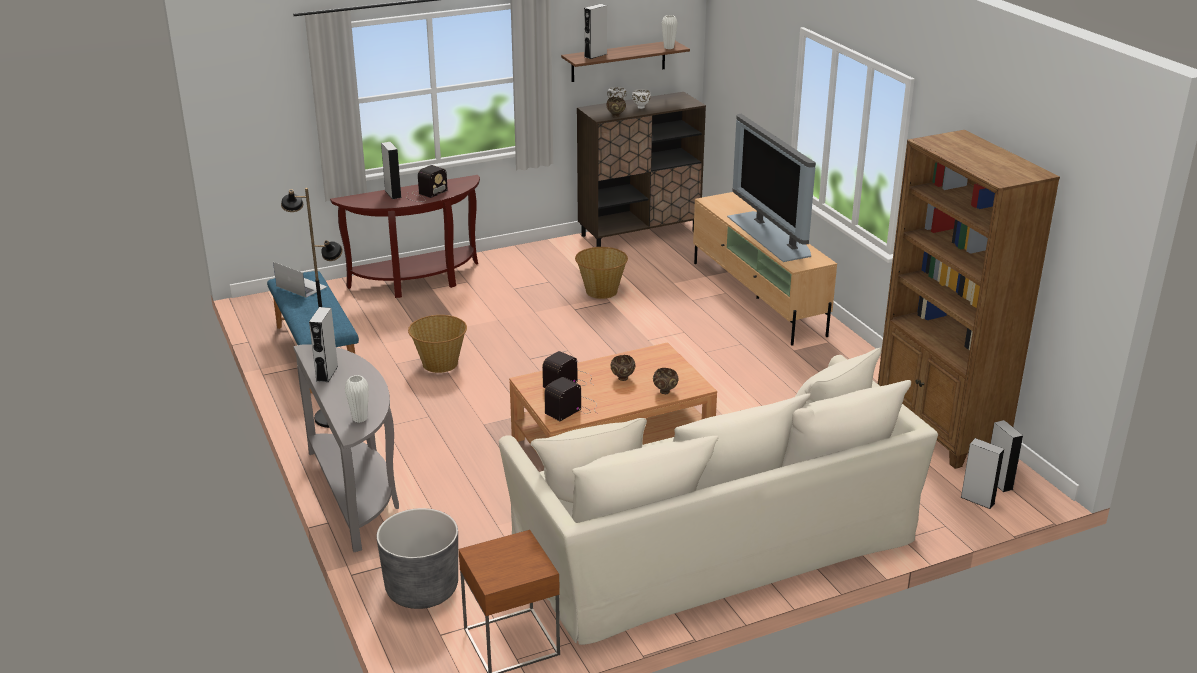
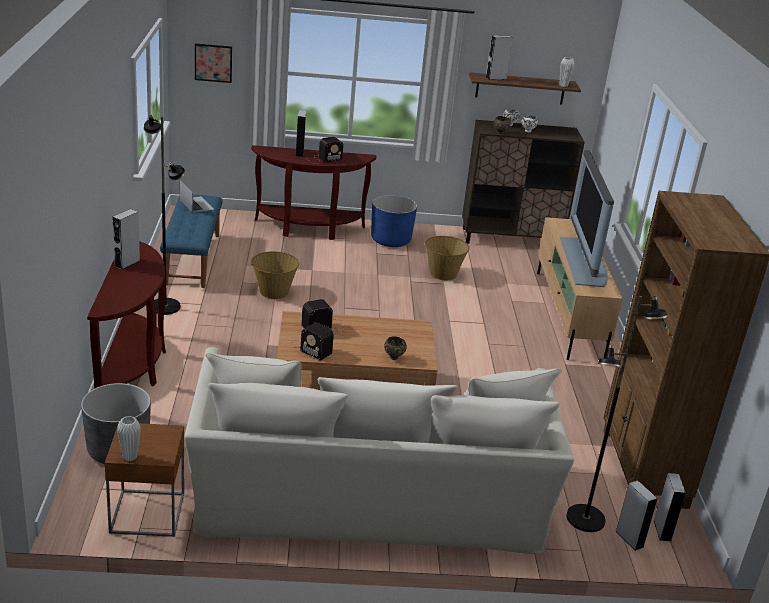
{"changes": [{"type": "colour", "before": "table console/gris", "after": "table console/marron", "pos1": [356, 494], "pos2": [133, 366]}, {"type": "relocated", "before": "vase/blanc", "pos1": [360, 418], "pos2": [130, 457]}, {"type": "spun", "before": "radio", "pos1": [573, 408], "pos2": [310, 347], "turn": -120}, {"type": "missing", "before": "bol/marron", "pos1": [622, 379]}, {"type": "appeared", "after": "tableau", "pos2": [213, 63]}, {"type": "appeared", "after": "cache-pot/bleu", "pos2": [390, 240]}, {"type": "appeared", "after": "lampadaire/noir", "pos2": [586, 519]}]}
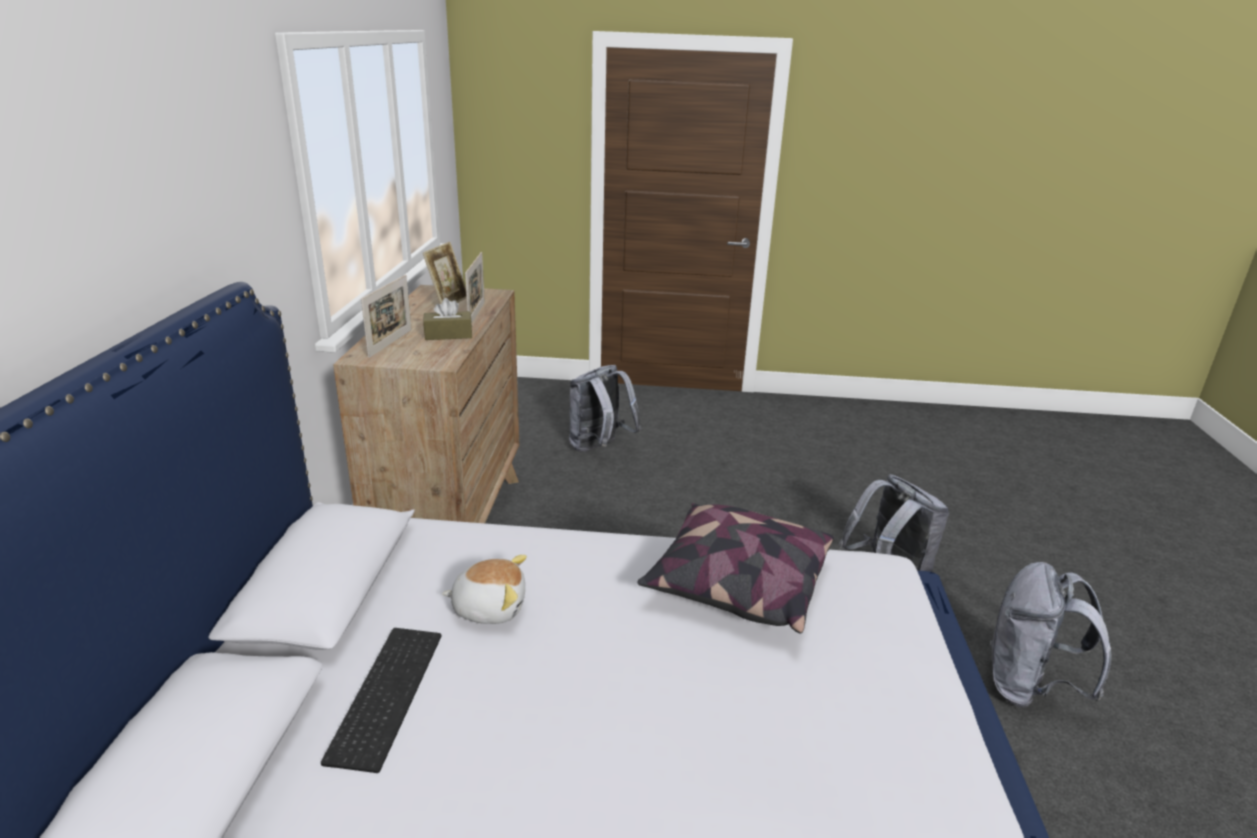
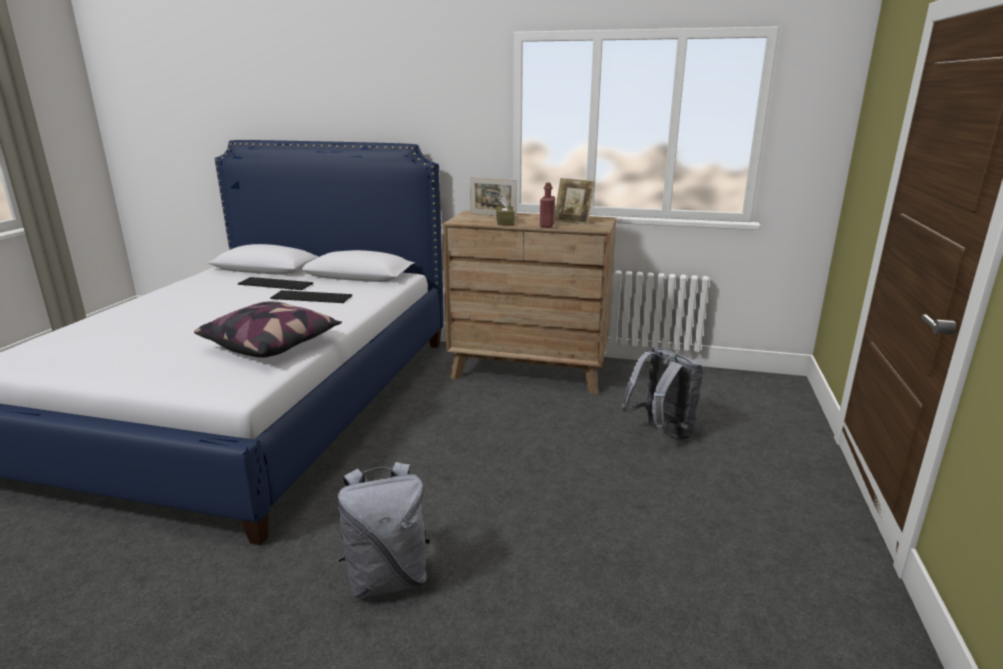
{"changes": [{"type": "exchanged", "before": "peluche", "after": "clavier", "pos1": [489, 607], "pos2": [313, 297]}, {"type": "exchanged", "before": "cadre photo", "after": "bouteille/rouge", "pos1": [476, 314], "pos2": [547, 225]}, {"type": "missing", "before": "sac à dos/gris", "pos1": [1028, 687]}]}
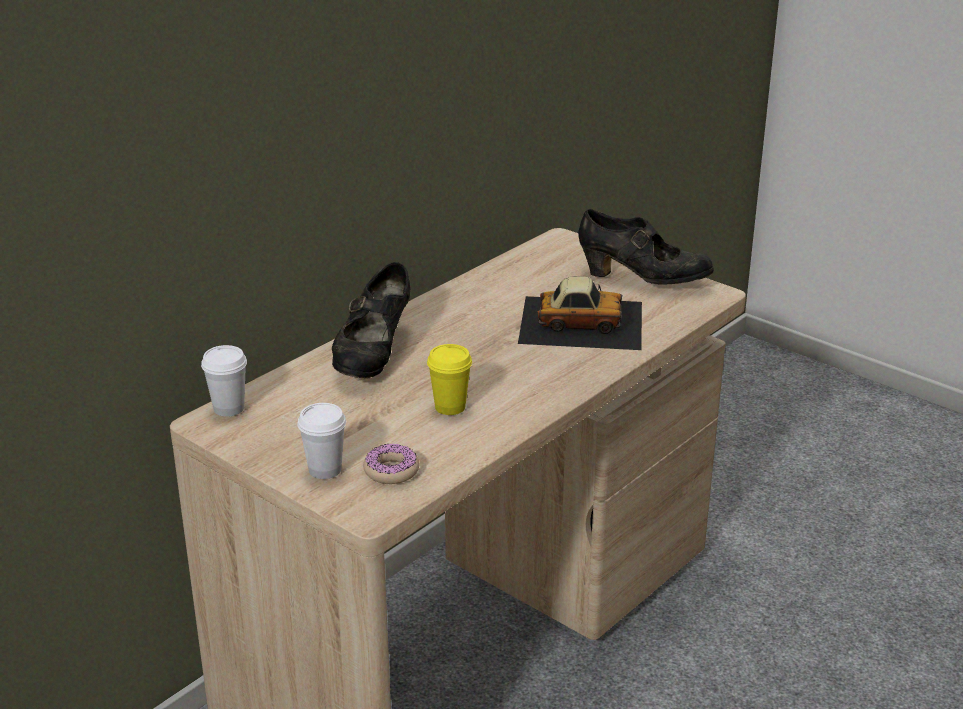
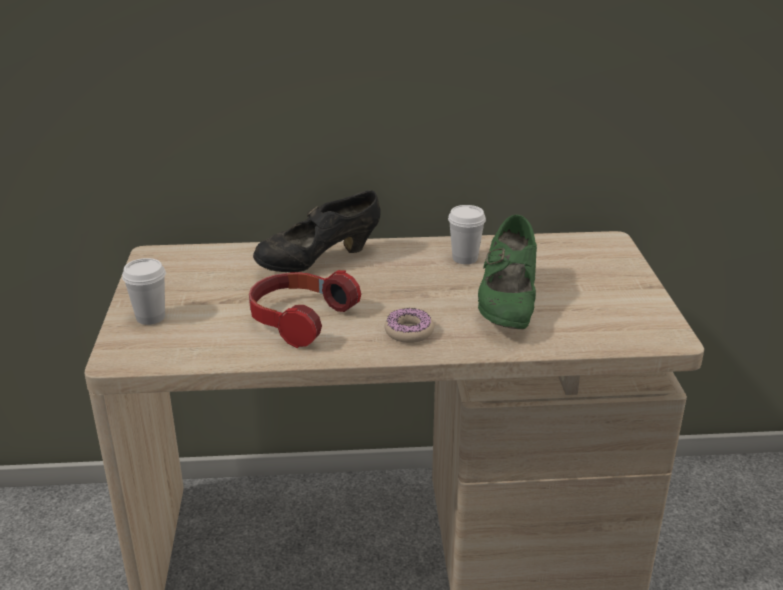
{"changes": [{"type": "relocated", "before": "tasse/blanc", "pos1": [229, 408], "pos2": [465, 258]}, {"type": "relocated", "before": "beignet", "pos1": [391, 471], "pos2": [409, 332]}, {"type": "exchanged", "before": "tasse/jaune", "after": "casque audio", "pos1": [450, 407], "pos2": [298, 319]}, {"type": "exchanged", "before": "petite voiture", "after": "chaussure/vert", "pos1": [580, 322], "pos2": [507, 306]}, {"type": "missing", "before": "chaussure/noir", "pos1": [643, 280]}]}
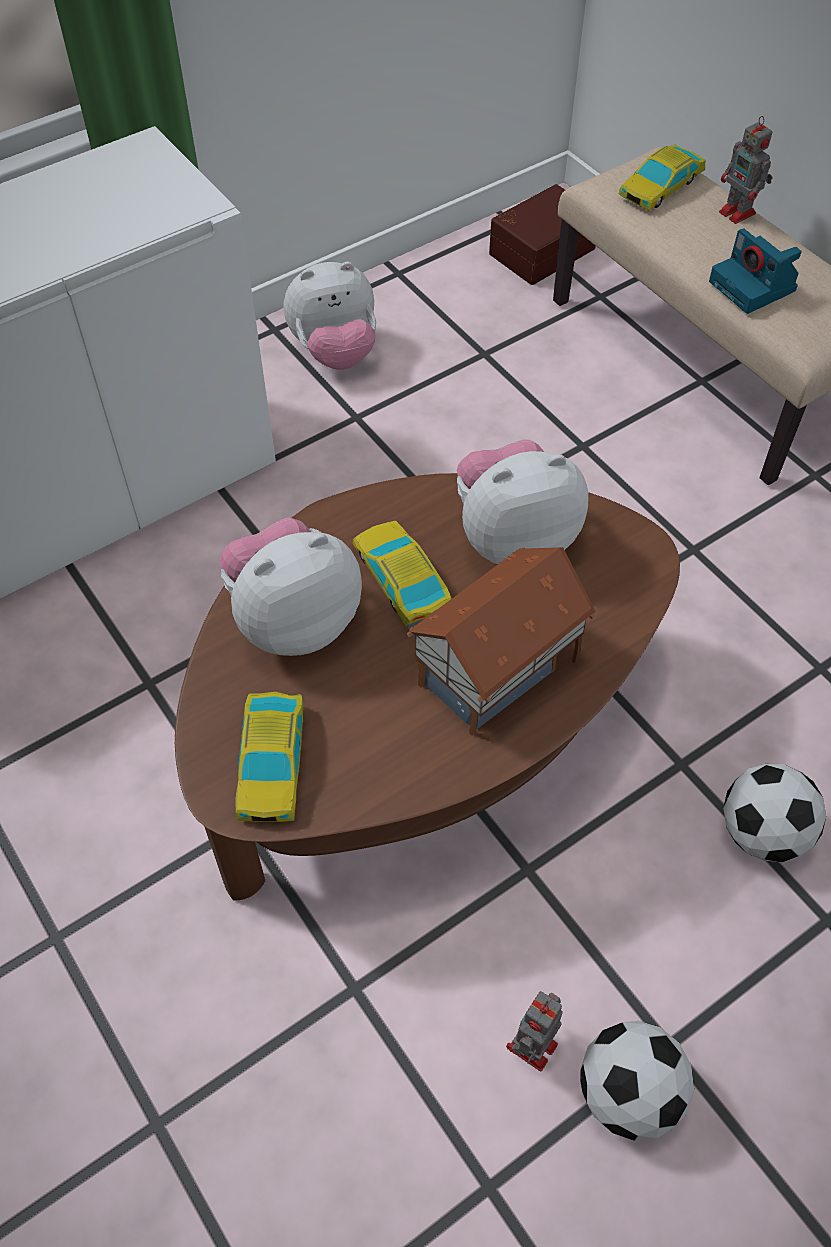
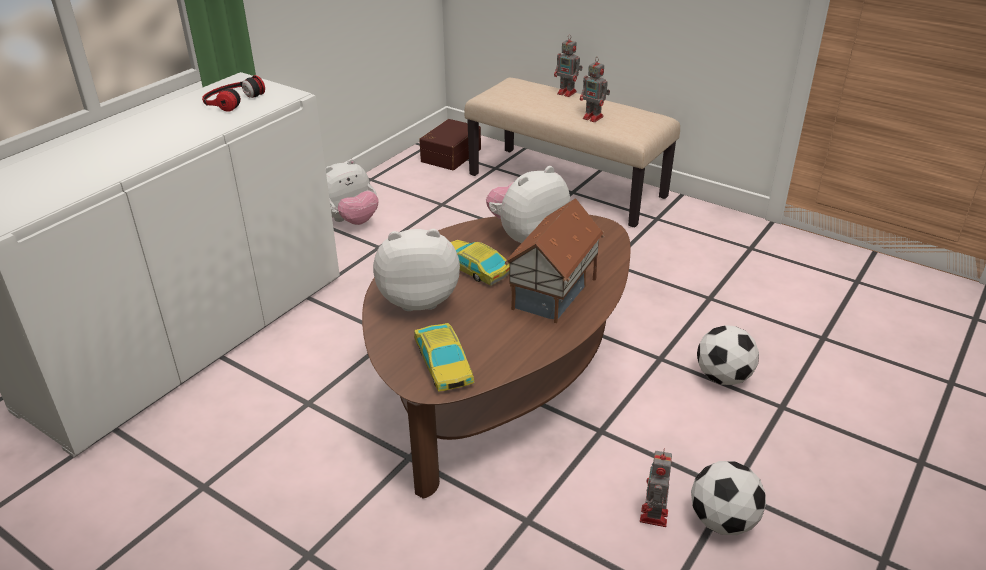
{"changes": [{"type": "spun", "before": "peluche", "pos1": [293, 620], "pos2": [418, 299], "turn": 45}, {"type": "missing", "before": "petite voiture", "pos1": [661, 186]}, {"type": "exchanged", "before": "appareil photo", "after": "robot jouet", "pos1": [754, 287], "pos2": [594, 118]}, {"type": "appeared", "after": "casque audio", "pos2": [231, 100]}]}
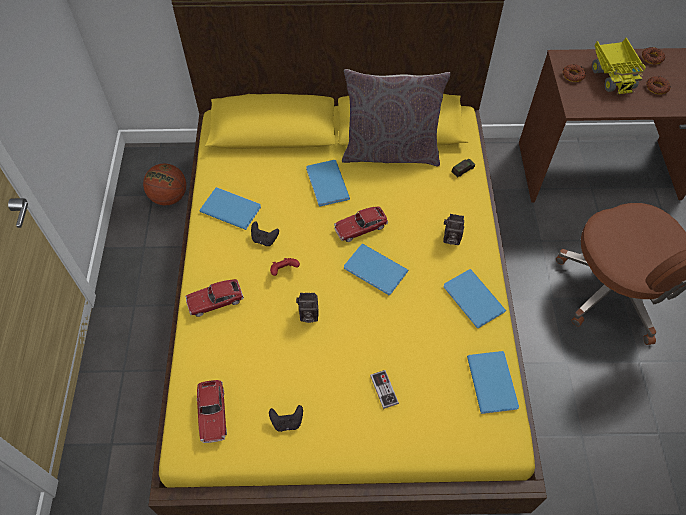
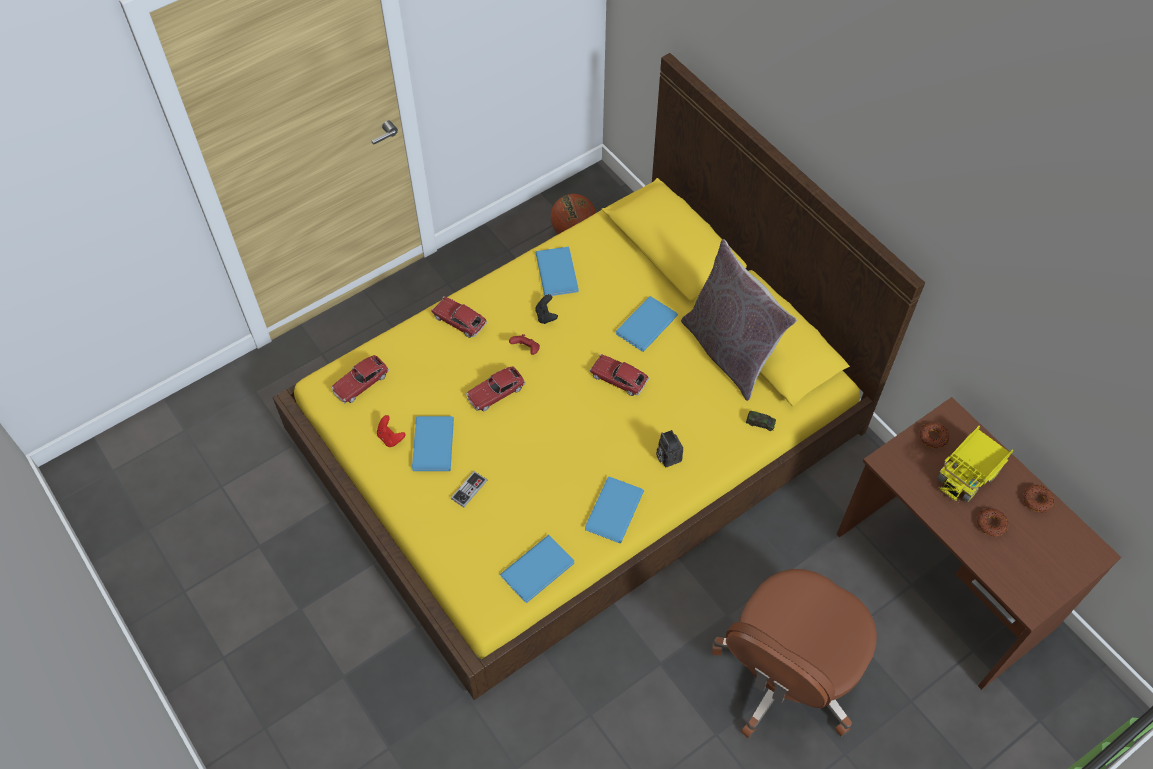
{"changes": [{"type": "colour", "before": "manette/noir", "after": "manette/rouge", "pos1": [287, 422], "pos2": [390, 437]}, {"type": "exchanged", "before": "appareil photo", "after": "petite voiture", "pos1": [308, 315], "pos2": [496, 393]}, {"type": "relocated", "before": "livre/bleu", "pos1": [376, 271], "pos2": [431, 446]}]}
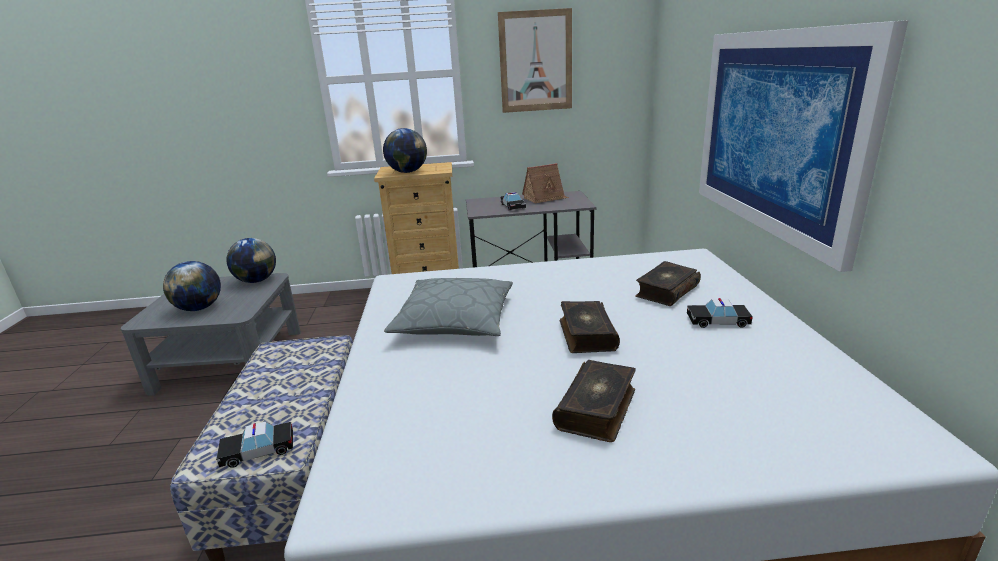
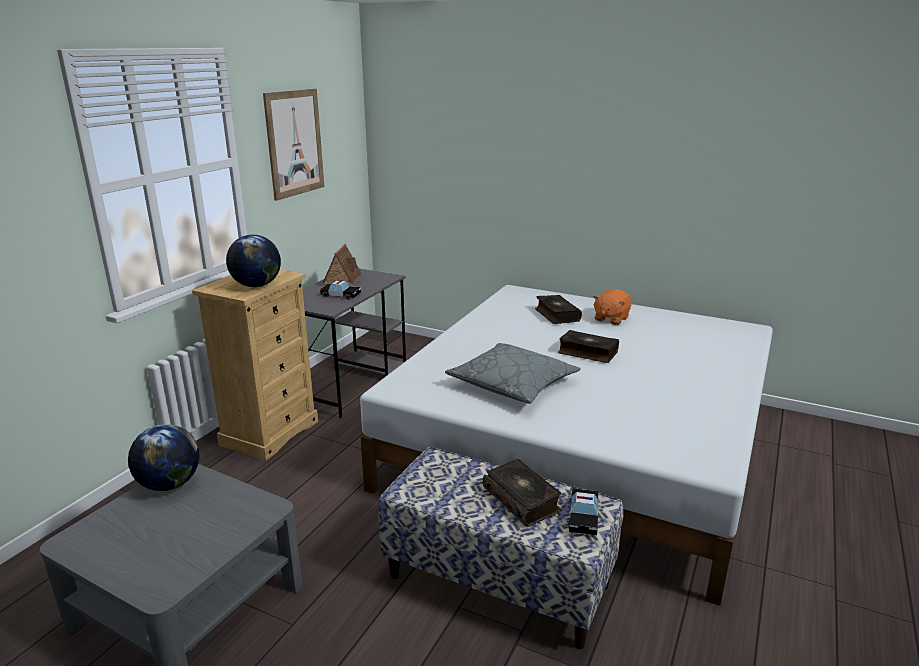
{"changes": [{"type": "missing", "before": "globe", "pos1": [199, 308]}, {"type": "relocated", "before": "livre", "pos1": [597, 409], "pos2": [522, 500]}, {"type": "exchanged", "before": "petite voiture", "after": "peluche/orange", "pos1": [717, 321], "pos2": [611, 319]}, {"type": "missing", "before": "tableau", "pos1": [776, 132]}]}
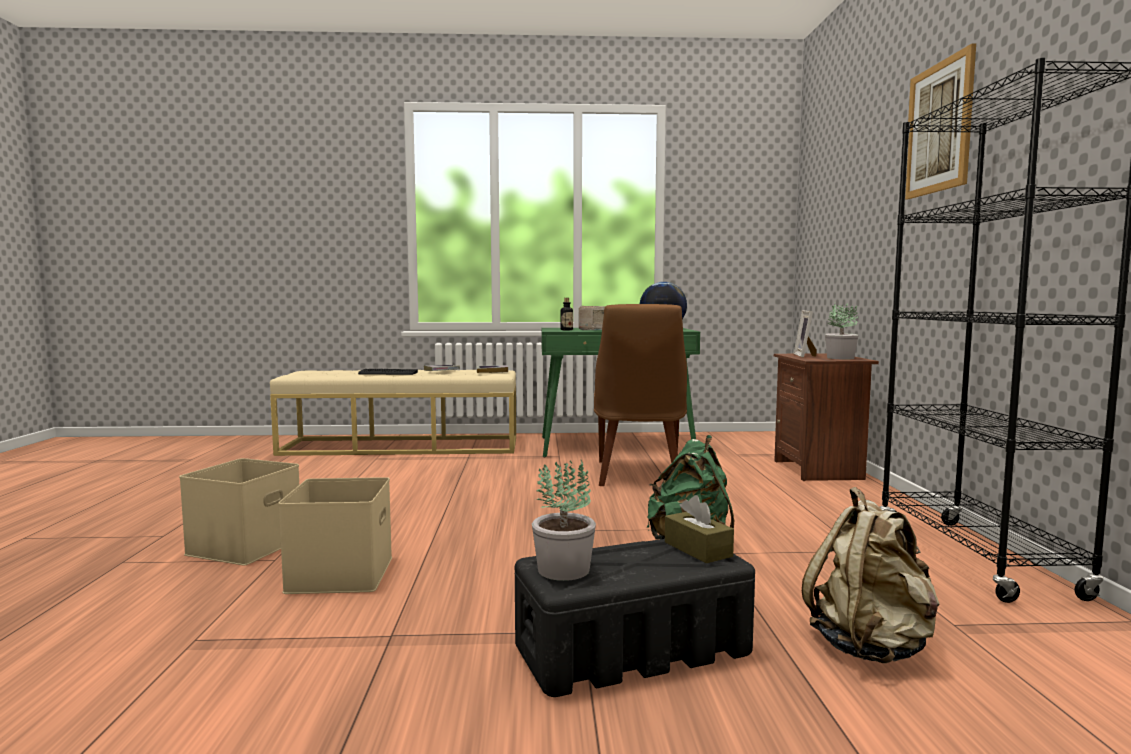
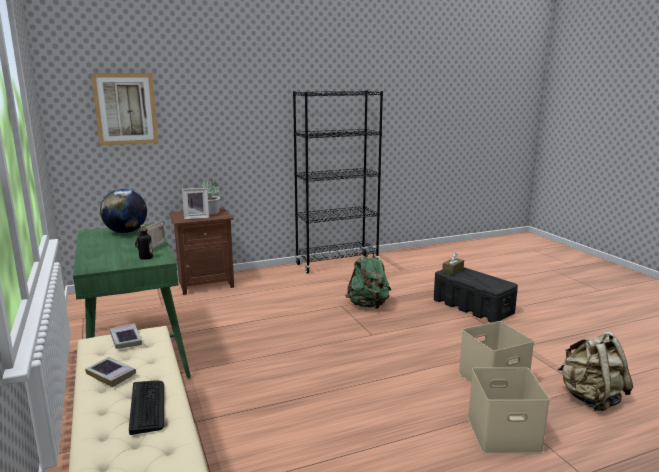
{"changes": [{"type": "missing", "before": "plante en pot", "pos1": [564, 570]}, {"type": "missing", "before": "chaise/marron", "pos1": [638, 475]}, {"type": "relocated", "before": "sac à dos/beige", "pos1": [870, 647], "pos2": [590, 399]}, {"type": "relocated", "before": "tableau", "pos1": [939, 128], "pos2": [125, 109]}]}
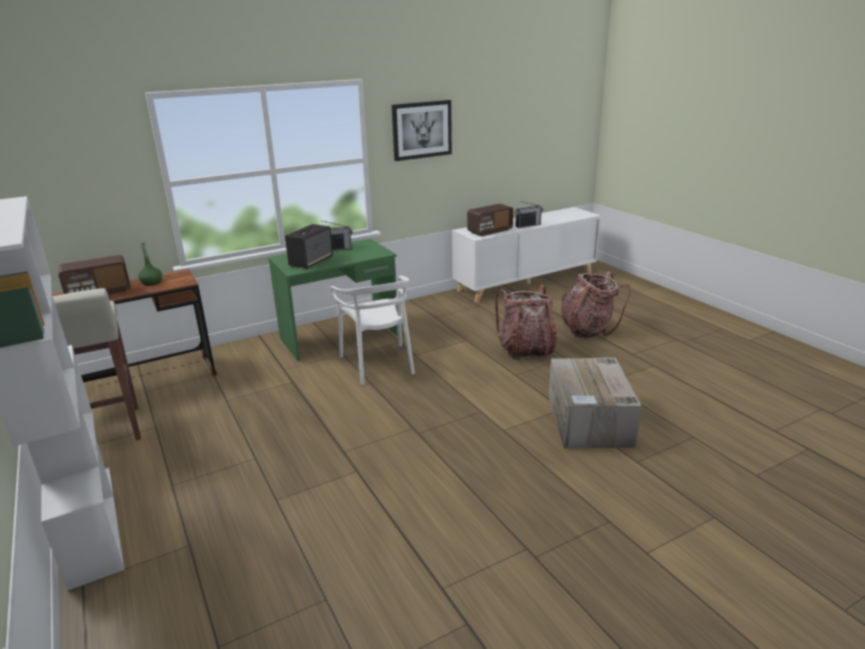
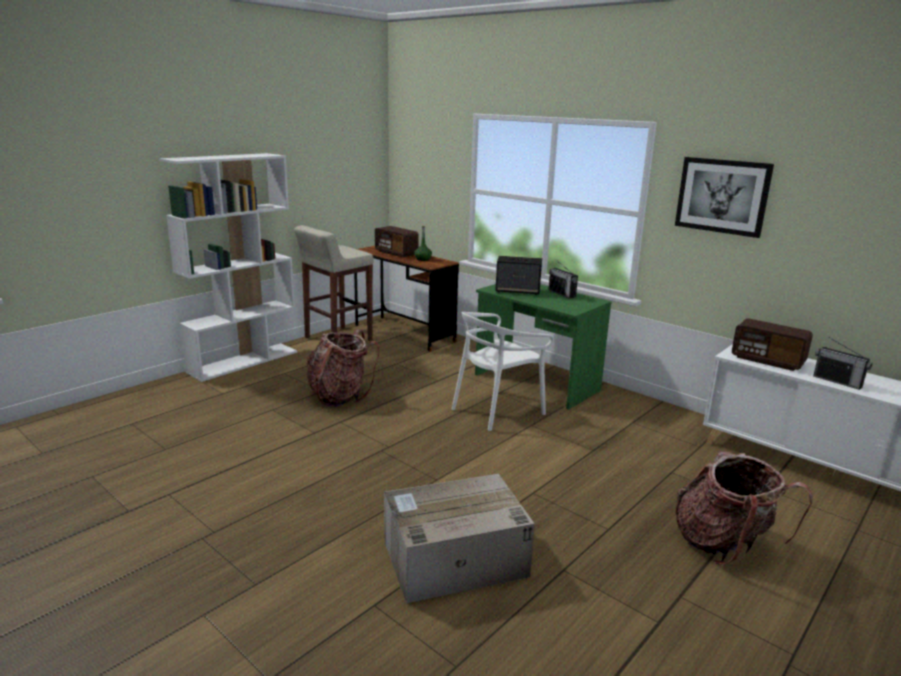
{"changes": [{"type": "relocated", "before": "sac à dos", "pos1": [526, 349], "pos2": [339, 395]}]}
